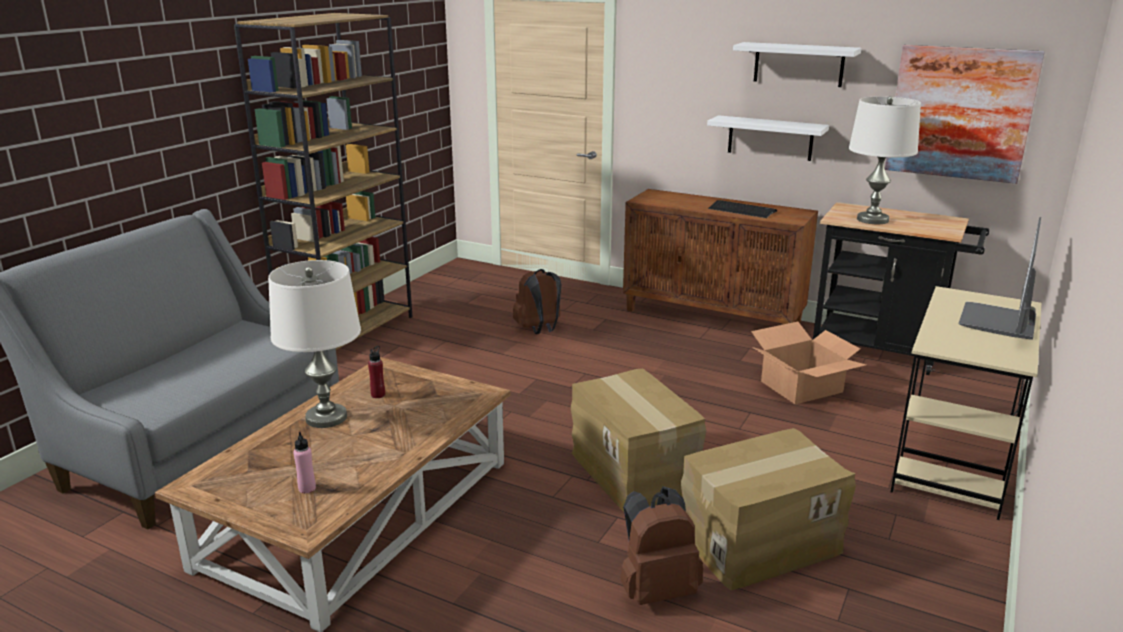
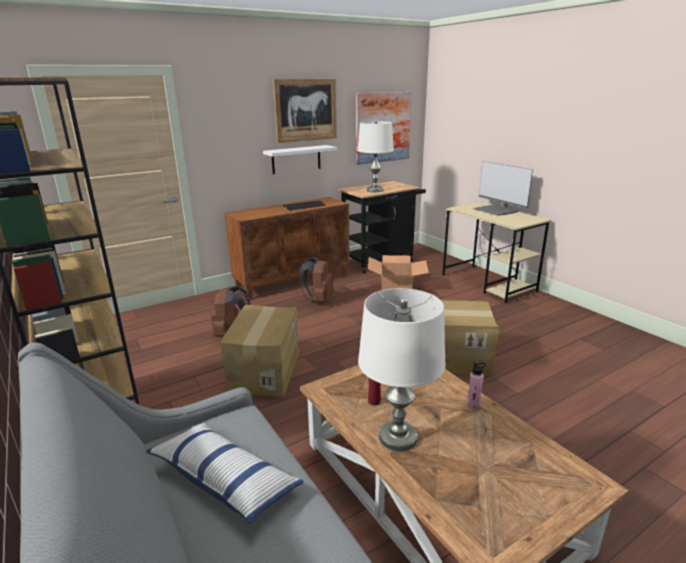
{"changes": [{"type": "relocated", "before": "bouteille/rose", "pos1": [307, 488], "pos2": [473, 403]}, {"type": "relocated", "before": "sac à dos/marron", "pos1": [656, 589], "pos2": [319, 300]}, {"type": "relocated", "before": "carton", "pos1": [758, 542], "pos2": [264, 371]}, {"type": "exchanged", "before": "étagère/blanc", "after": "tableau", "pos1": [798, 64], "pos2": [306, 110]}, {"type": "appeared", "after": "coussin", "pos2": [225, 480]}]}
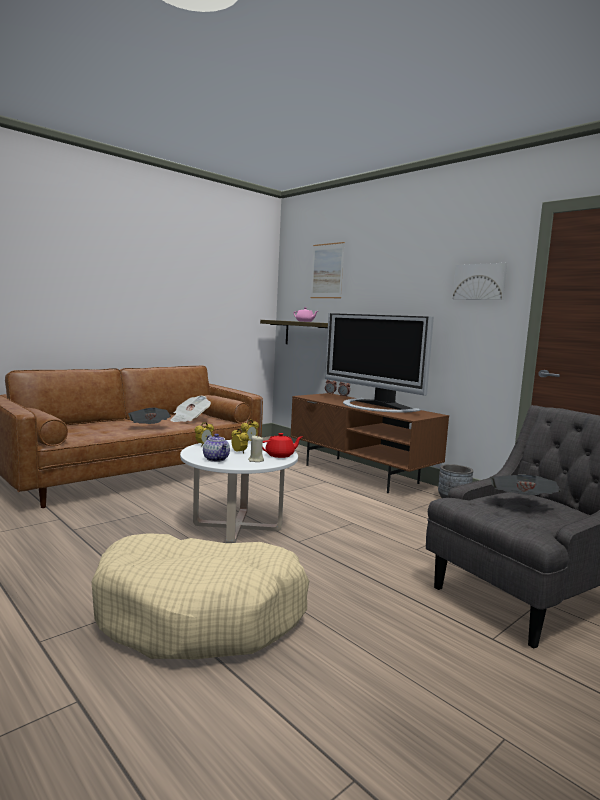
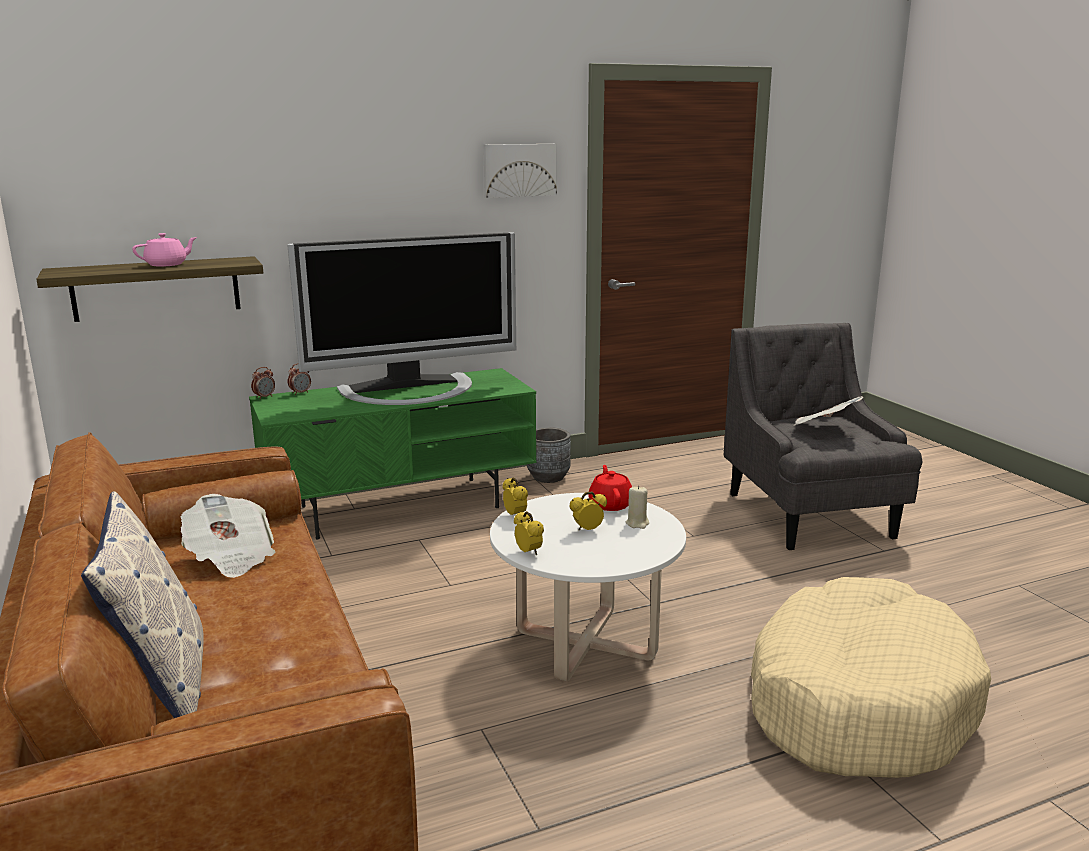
{"changes": [{"type": "missing", "before": "journal", "pos1": [149, 427]}, {"type": "missing", "before": "théière", "pos1": [216, 459]}, {"type": "colour", "before": "meuble télé/marron", "after": "meuble télé/vert", "pos1": [361, 474], "pos2": [401, 506]}, {"type": "missing", "before": "tableau", "pos1": [327, 271]}, {"type": "appeared", "after": "coussin", "pos2": [164, 685]}]}
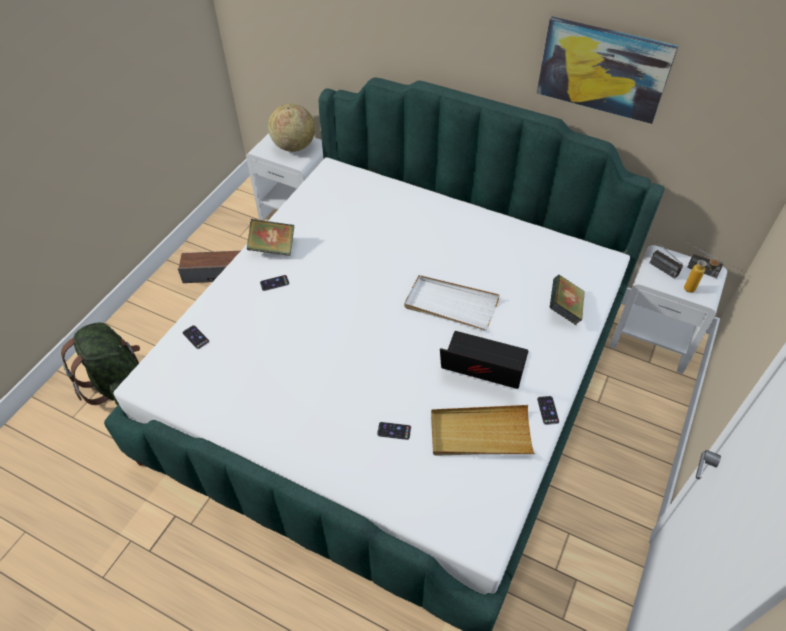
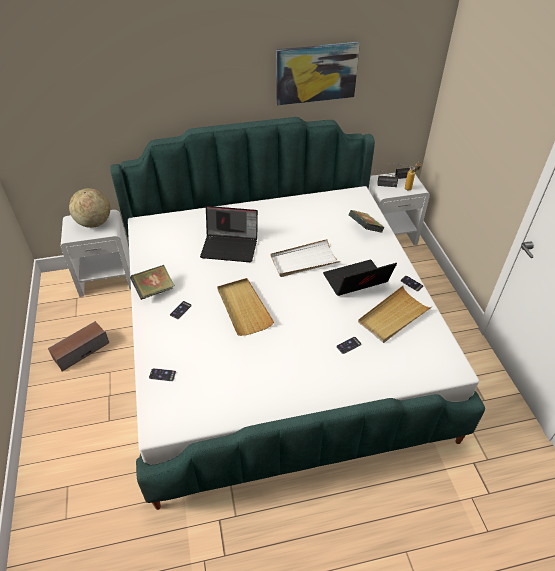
{"changes": [{"type": "missing", "before": "sac à dos/vert", "pos1": [118, 383]}, {"type": "appeared", "after": "ordinateur portable", "pos2": [230, 246]}, {"type": "appeared", "after": "plateau/beige", "pos2": [243, 308]}]}
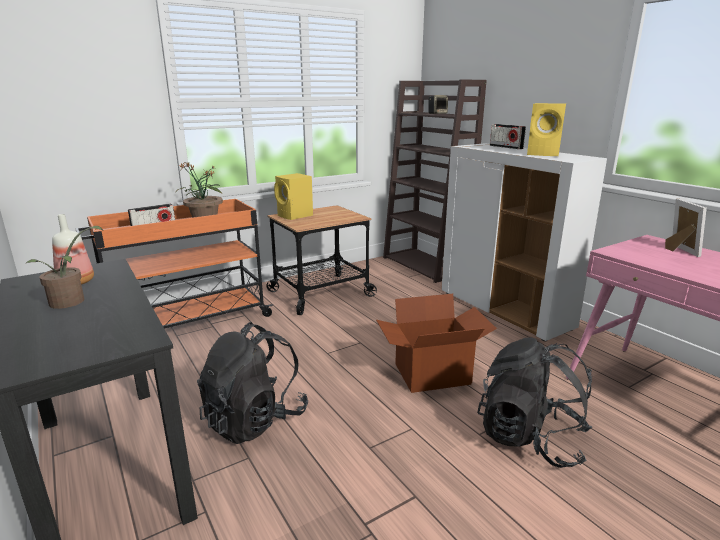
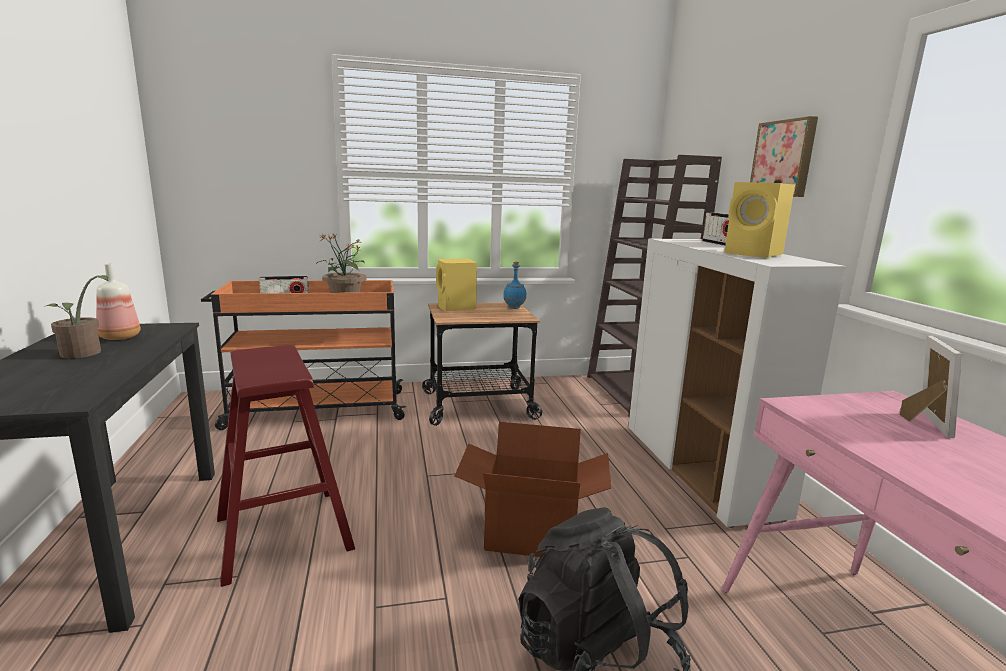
{"changes": [{"type": "exchanged", "before": "sac à dos/noir", "after": "tabouret/rouge", "pos1": [255, 419], "pos2": [283, 533]}, {"type": "missing", "before": "enceinte", "pos1": [437, 113]}, {"type": "appeared", "after": "bouteille/bleu", "pos2": [514, 308]}, {"type": "appeared", "after": "tableau", "pos2": [784, 158]}]}
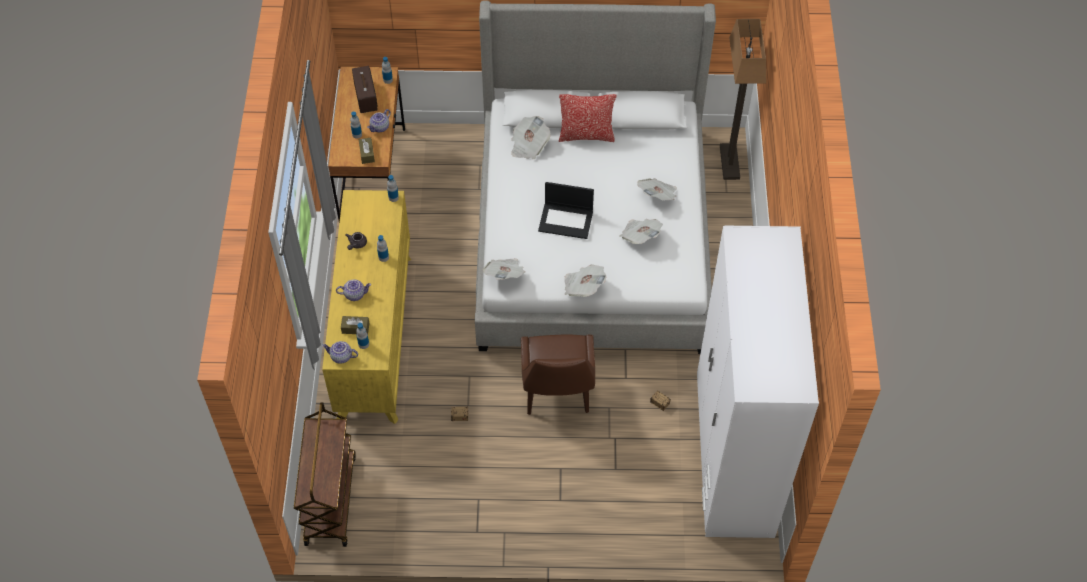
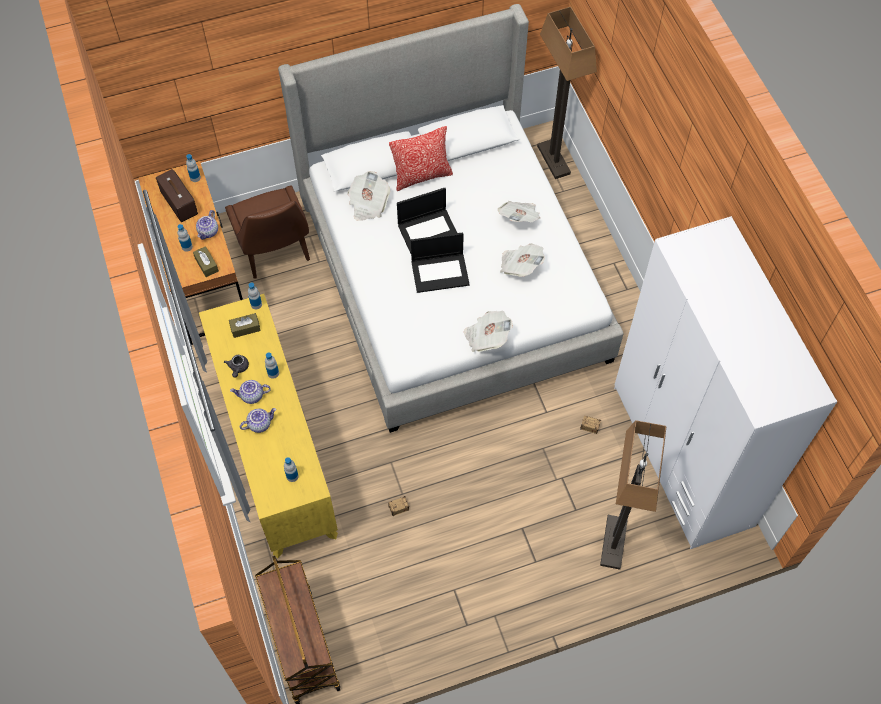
{"changes": [{"type": "relocated", "before": "théière", "pos1": [341, 357], "pos2": [252, 396]}, {"type": "relocated", "before": "boîte à mouchoirs/marron", "pos1": [355, 328], "pos2": [245, 328]}, {"type": "missing", "before": "journal", "pos1": [505, 275]}, {"type": "relocated", "before": "chaise/marron", "pos1": [557, 393], "pos2": [274, 251]}, {"type": "appeared", "after": "ordinateur portable", "pos2": [428, 230]}, {"type": "appeared", "after": "lampadaire", "pos2": [613, 542]}]}
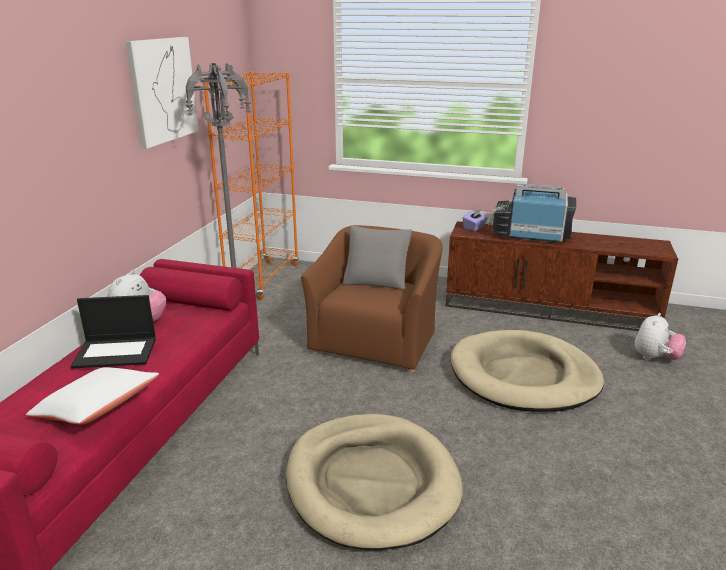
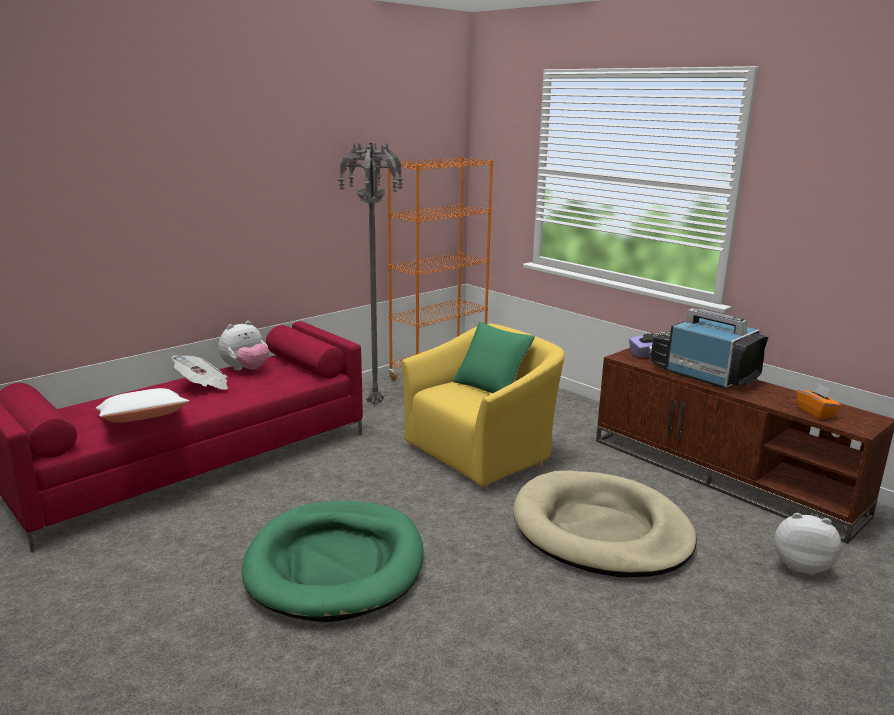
{"changes": [{"type": "exchanged", "before": "ordinateur portable", "after": "journal", "pos1": [116, 352], "pos2": [203, 386]}, {"type": "missing", "before": "tableau", "pos1": [163, 90]}, {"type": "colour", "before": "panier pour chien/beige", "after": "panier pour chien/vert", "pos1": [371, 483], "pos2": [336, 564]}, {"type": "colour", "before": "fauteuil/marron", "after": "fauteuil/jaune", "pos1": [376, 341], "pos2": [482, 452]}, {"type": "colour", "before": "coussin/gris", "after": "coussin/vert", "pos1": [377, 280], "pos2": [491, 385]}, {"type": "spun", "before": "peluche", "pos1": [655, 358], "pos2": [800, 565], "turn": -135}, {"type": "appeared", "after": "boîte à mouchoirs/orange", "pos2": [815, 413]}]}
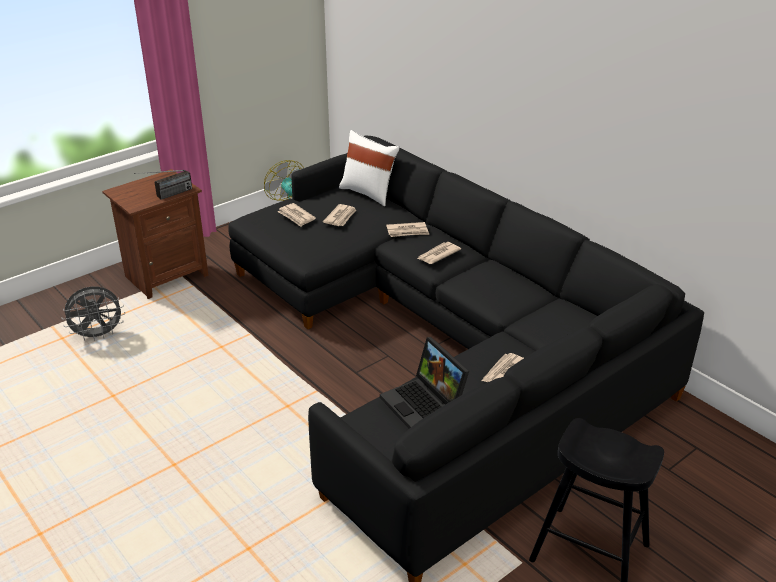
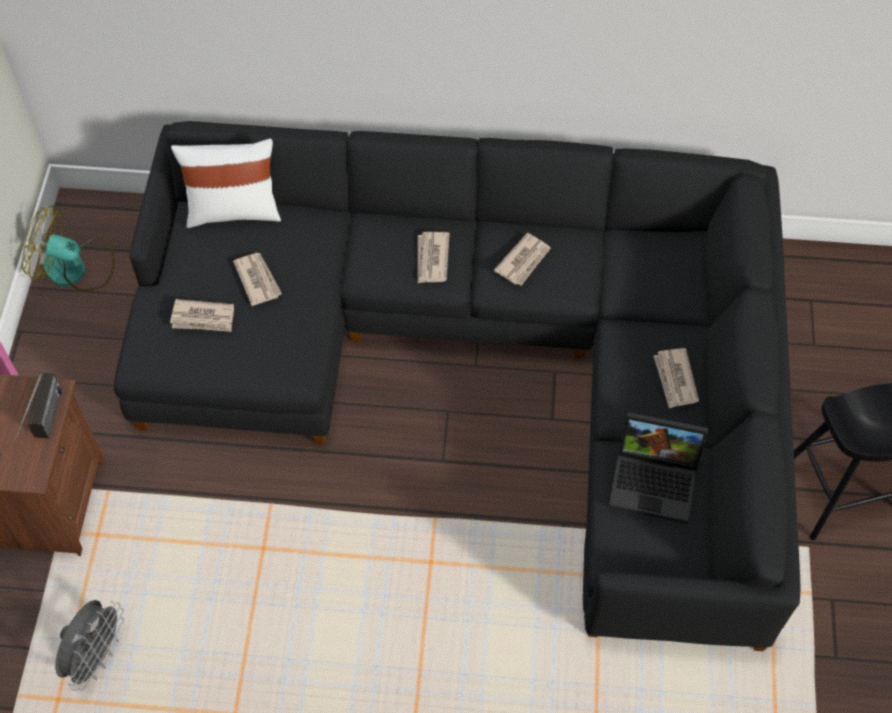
{"changes": [{"type": "relocated", "before": "journal", "pos1": [407, 231], "pos2": [523, 261]}]}
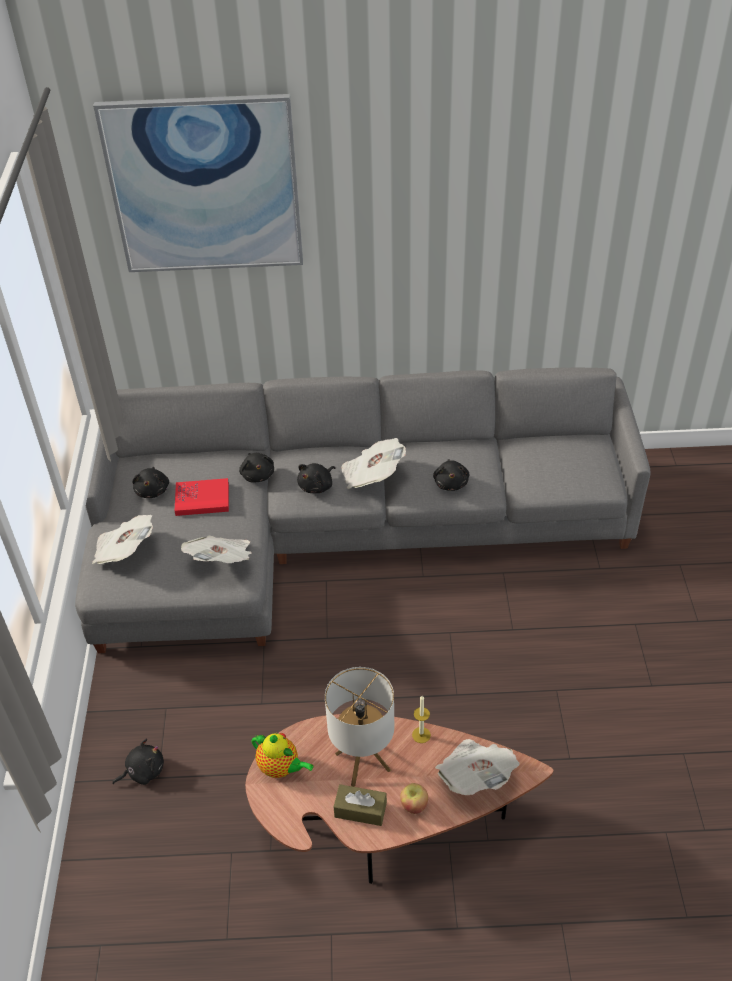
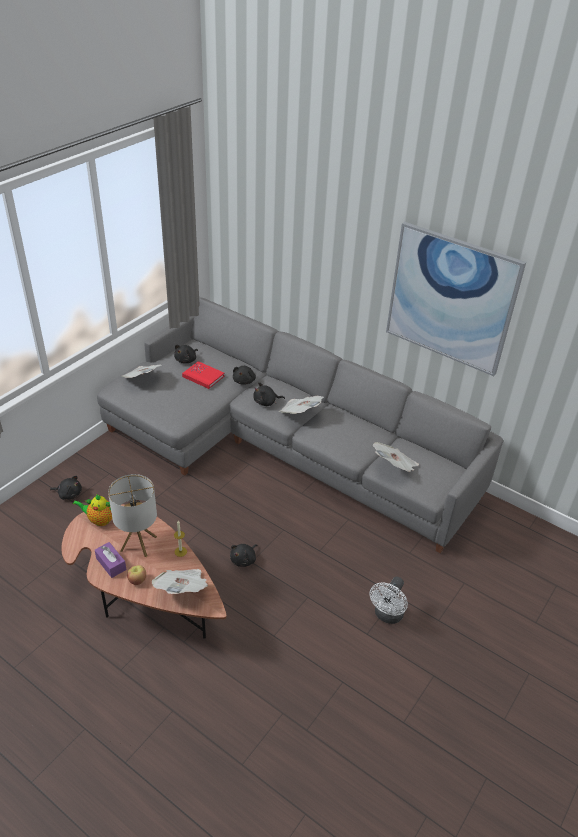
{"changes": [{"type": "relocated", "before": "tableau", "pos1": [205, 186], "pos2": [451, 299]}, {"type": "relocated", "before": "journal", "pos1": [222, 561], "pos2": [394, 466]}, {"type": "spun", "before": "théière", "pos1": [281, 768], "pos2": [99, 520], "turn": 120}, {"type": "colour", "before": "boîte à mouchoirs/marron", "after": "boîte à mouchoirs/violet", "pos1": [360, 810], "pos2": [111, 564]}, {"type": "relocated", "before": "peluche/noir", "pos1": [451, 482], "pos2": [244, 560]}, {"type": "appeared", "after": "ventilateur/blanc", "pos2": [387, 615]}]}
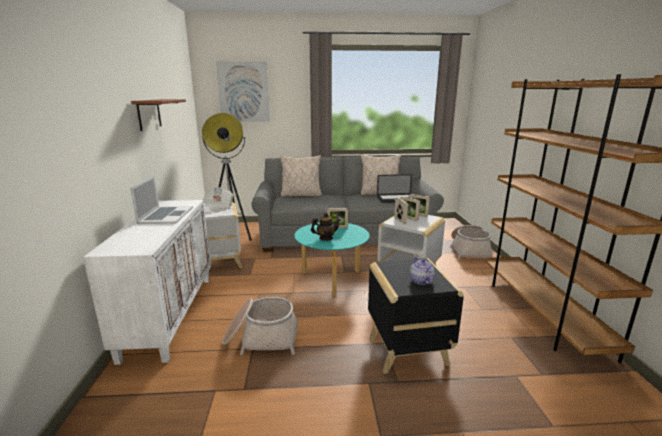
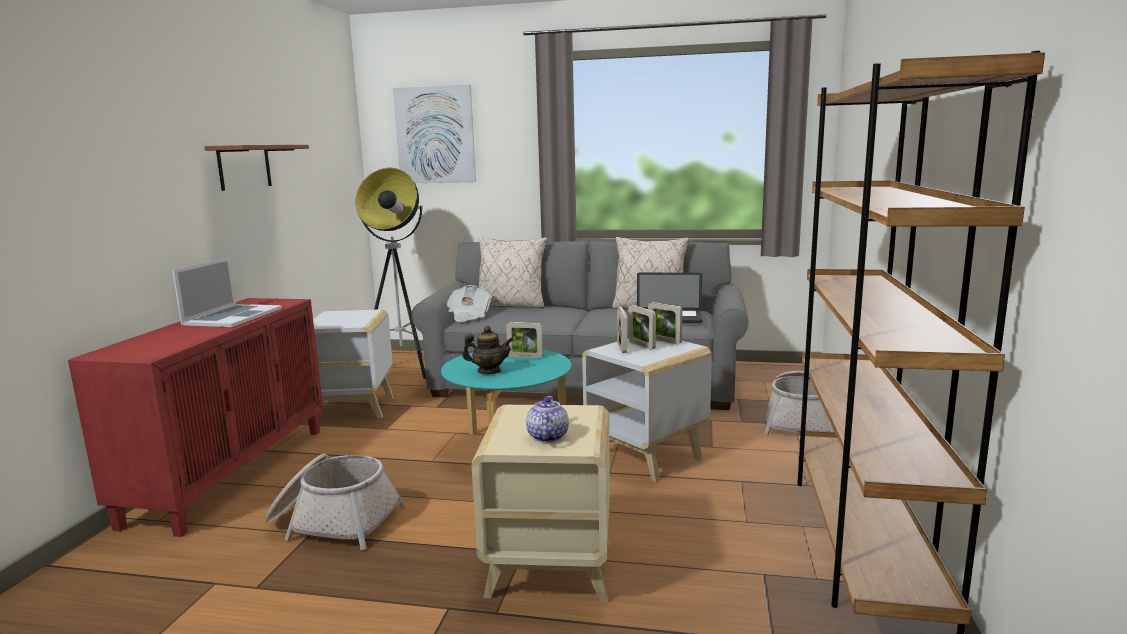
{"changes": [{"type": "colour", "before": "meuble de rangement/blanc", "after": "meuble de rangement/rouge", "pos1": [169, 314], "pos2": [230, 473]}, {"type": "relocated", "before": "journal", "pos1": [218, 208], "pos2": [468, 316]}, {"type": "colour", "before": "table d'appoint/noir", "after": "table d'appoint/beige", "pos1": [406, 352], "pos2": [547, 571]}]}
